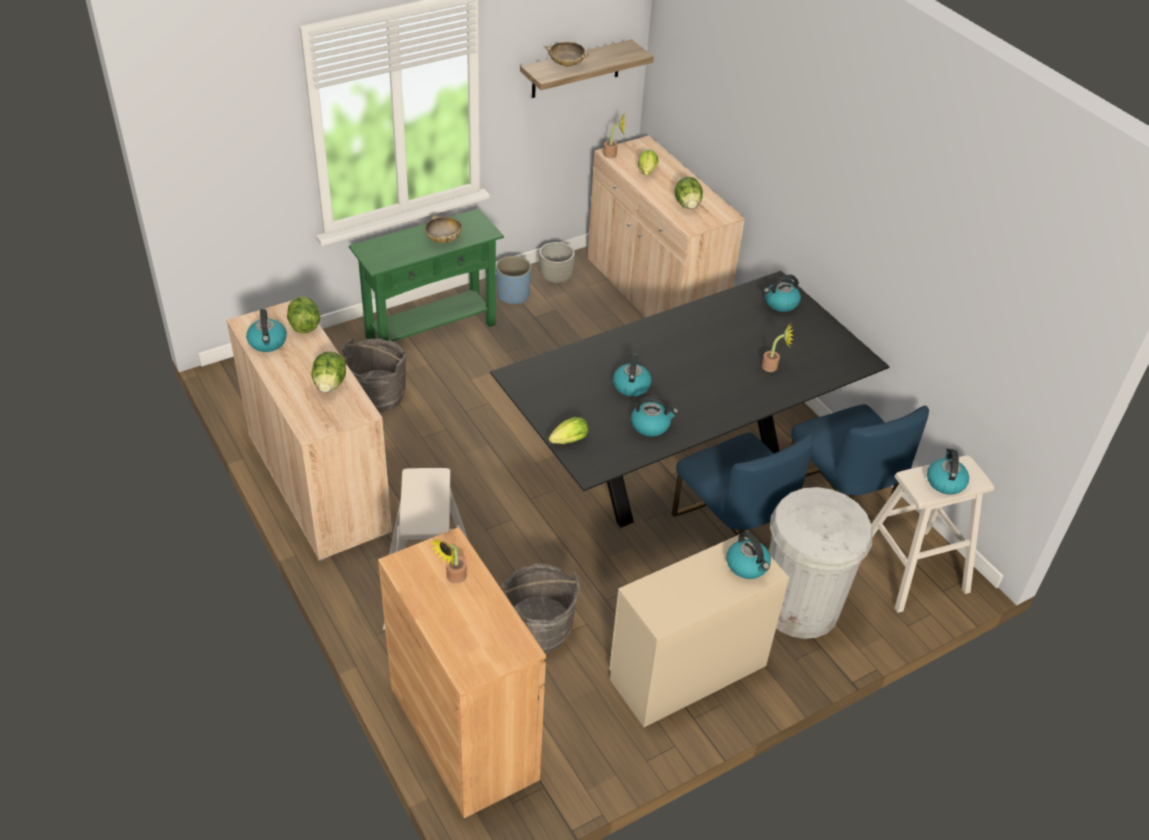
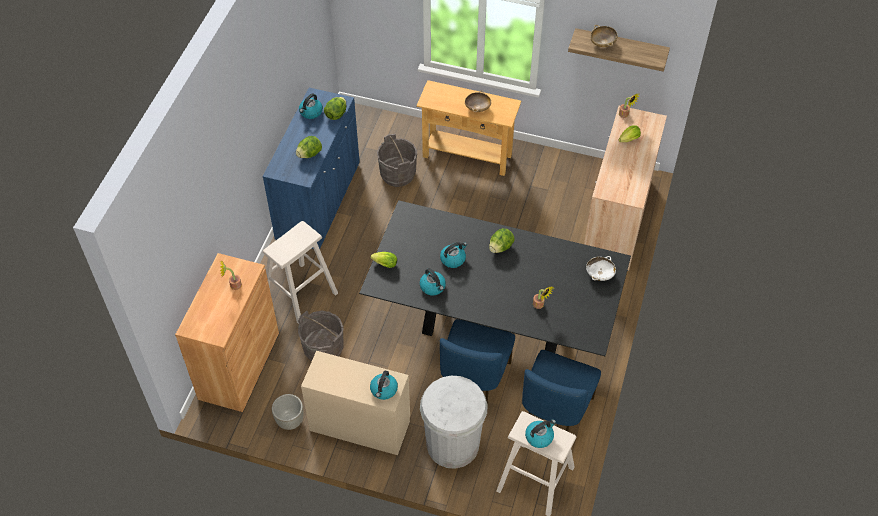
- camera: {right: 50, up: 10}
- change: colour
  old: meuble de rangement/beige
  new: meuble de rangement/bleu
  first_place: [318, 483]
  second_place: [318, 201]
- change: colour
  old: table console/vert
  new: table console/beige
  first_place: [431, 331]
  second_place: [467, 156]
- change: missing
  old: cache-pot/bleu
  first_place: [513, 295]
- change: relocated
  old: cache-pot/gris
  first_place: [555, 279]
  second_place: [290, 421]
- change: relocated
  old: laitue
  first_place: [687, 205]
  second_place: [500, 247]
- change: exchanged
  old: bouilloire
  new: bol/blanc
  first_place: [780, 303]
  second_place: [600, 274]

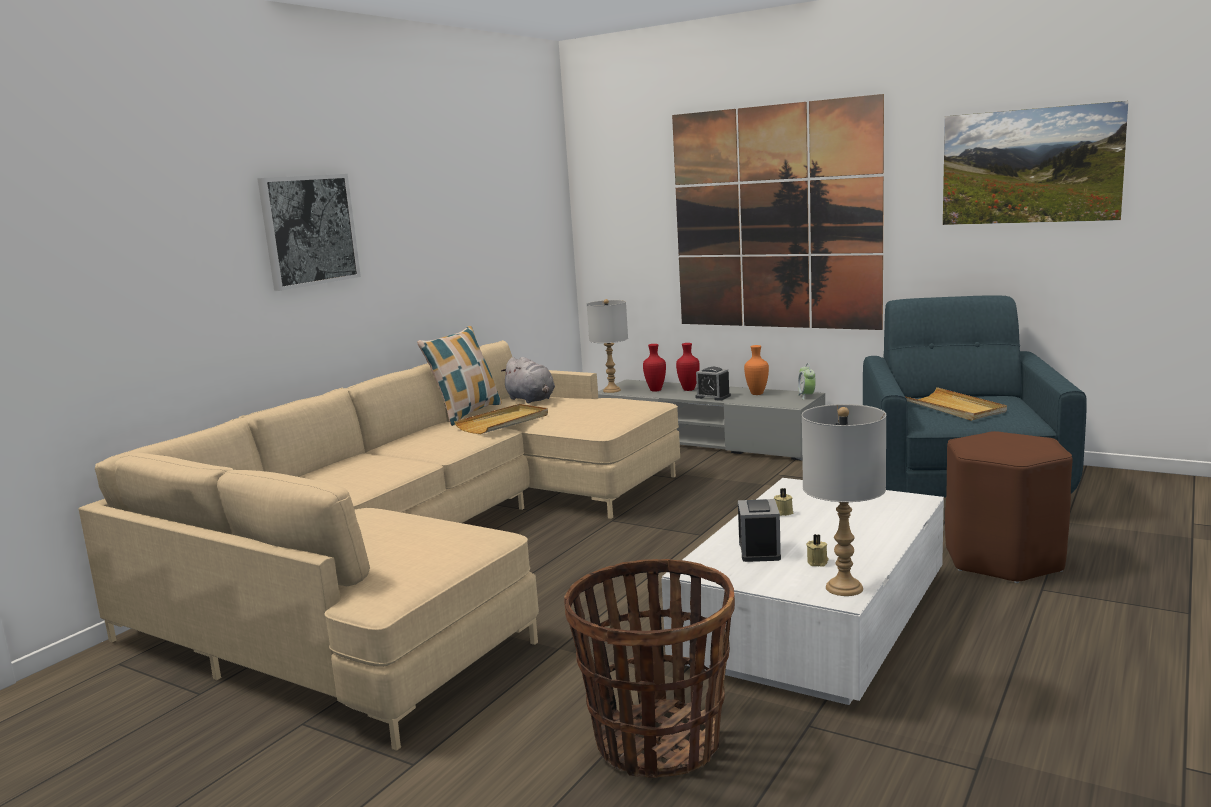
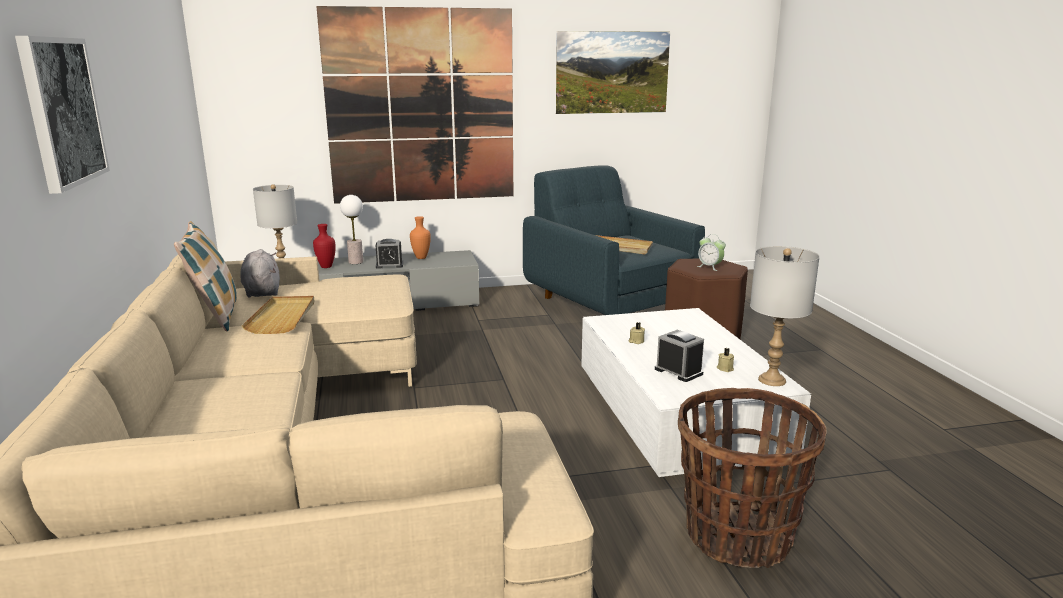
- camera: {right: -45, up: 5}
- change: spun
  old: peluche/gris
  first_place: [531, 399]
  second_place: [262, 291]
  degrees: -120
- change: exchanged
  old: vase/rouge
  new: lampe de table
  first_place: [688, 389]
  second_place: [355, 262]
- change: relocated
  old: réveil
  first_place: [806, 396]
  second_place: [710, 267]

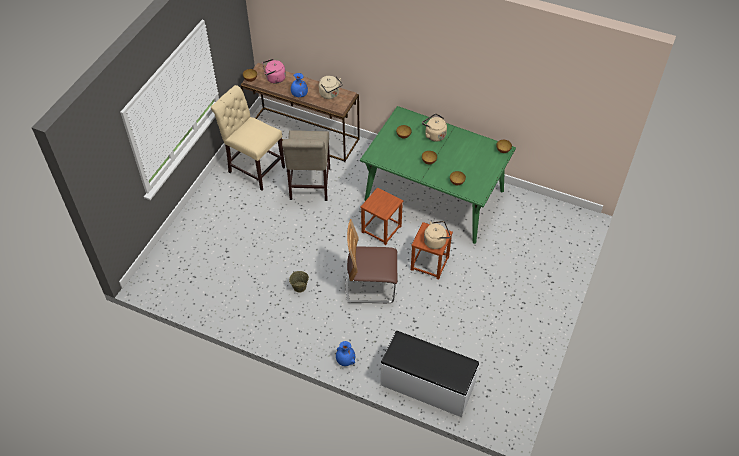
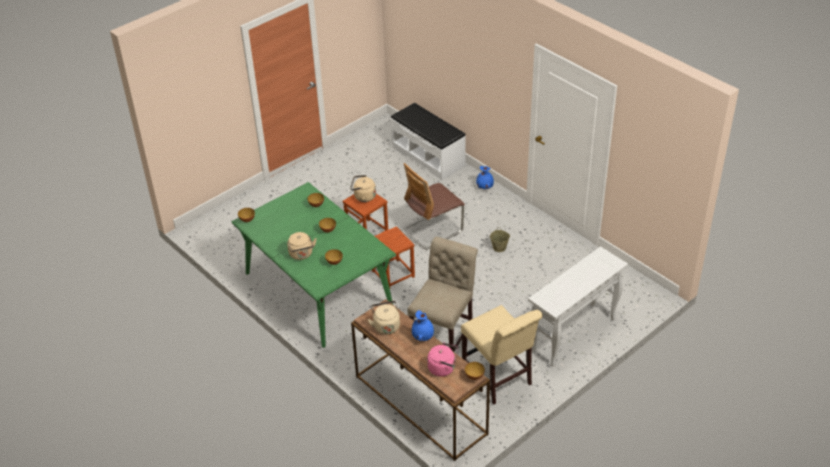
- camera: {right: -155, up: -10}
- change: spun
  old: chaise
  first_place: [371, 286]
  second_place: [433, 230]
  degrees: 120
- change: appeared
  new: table console/blanc
  second_place: [573, 335]

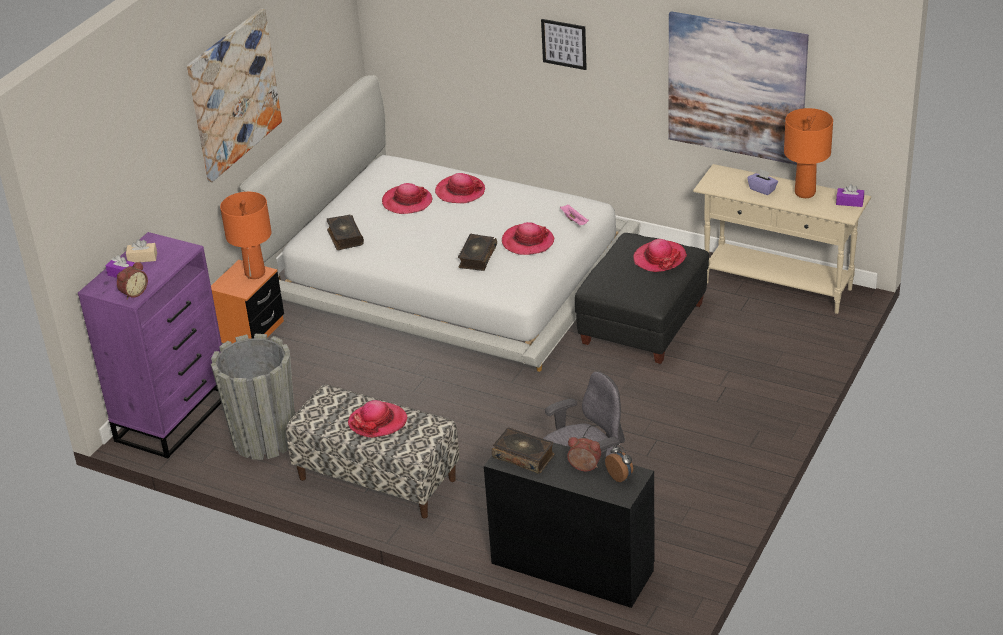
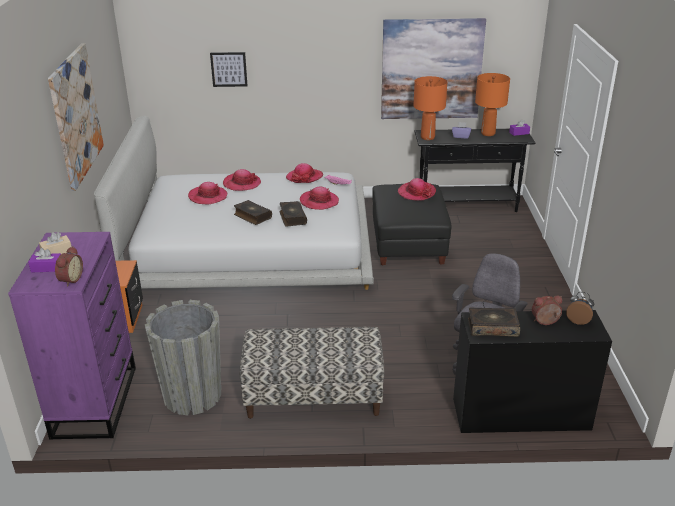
- camera: {right: -30, up: -5}
- change: relocated
  old: lampe de table/orange
  first_place: [255, 273]
  second_place: [427, 137]
- change: relocated
  old: livre
  first_place: [344, 237]
  second_place: [252, 216]
- change: relocated
  old: chapeau
  first_place: [378, 422]
  second_place: [304, 177]
- change: relocated
  old: tableau
  first_place: [564, 44]
  second_place: [229, 69]
- change: colour
  old: table console/beige
  new: table console/noir
  first_place: [778, 286]
  second_place: [467, 205]

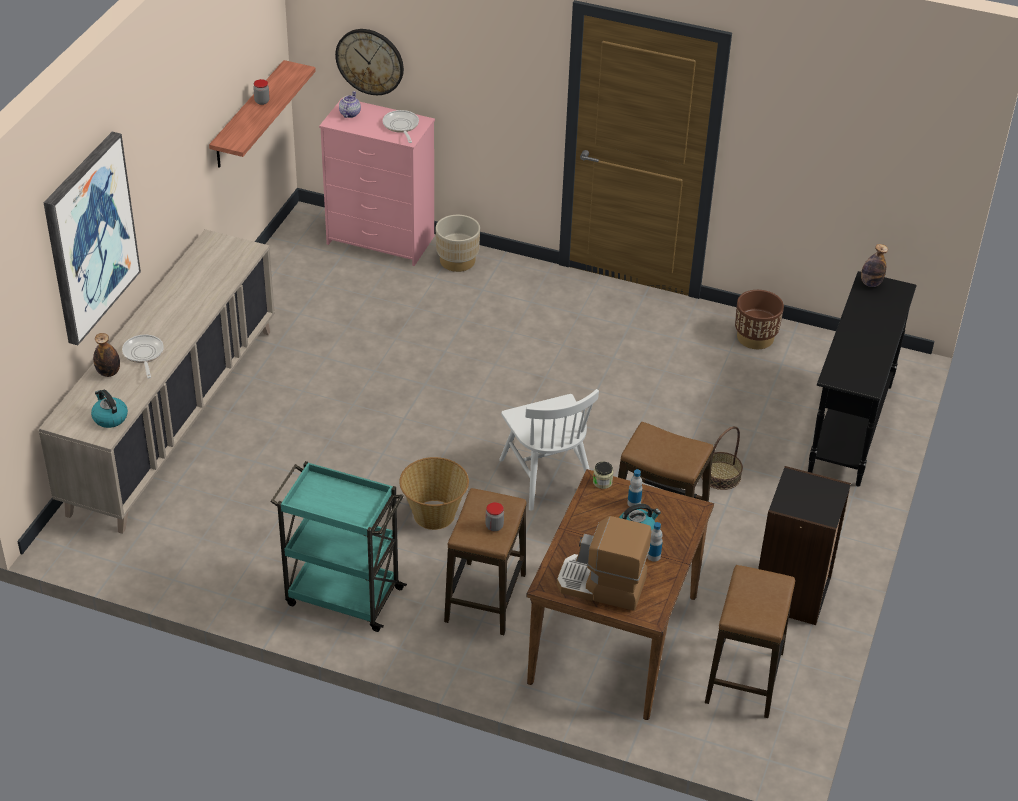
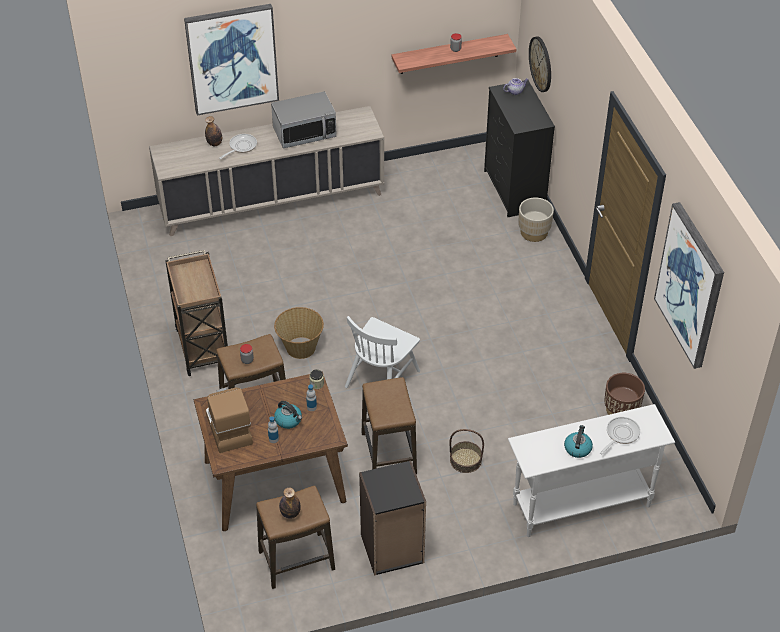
- camera: {right: 55, up: 5}
- change: relocated
  old: bouilloire
  first_place: [109, 418]
  second_place: [577, 448]
- change: colour
  old: chariot/turquoise
  new: chariot/marron
  first_place: [342, 596]
  second_place: [202, 346]
- change: colour
  old: commode/rose
  new: commode/noir
  first_place: [381, 240]
  second_place: [514, 190]
- change: relocated
  old: poêle
  first_place: [401, 126]
  second_place: [620, 434]
- change: colour
  old: table console/noir
  new: table console/blanc
  first_place: [849, 429]
  second_place: [580, 505]
- change: relocated
  old: bouteille
  first_place: [870, 283]
  second_place: [290, 513]
- change: appeared
  new: micro-ondes
  second_place: [304, 132]
- change: appeared
  new: tableau
  second_place: [691, 285]

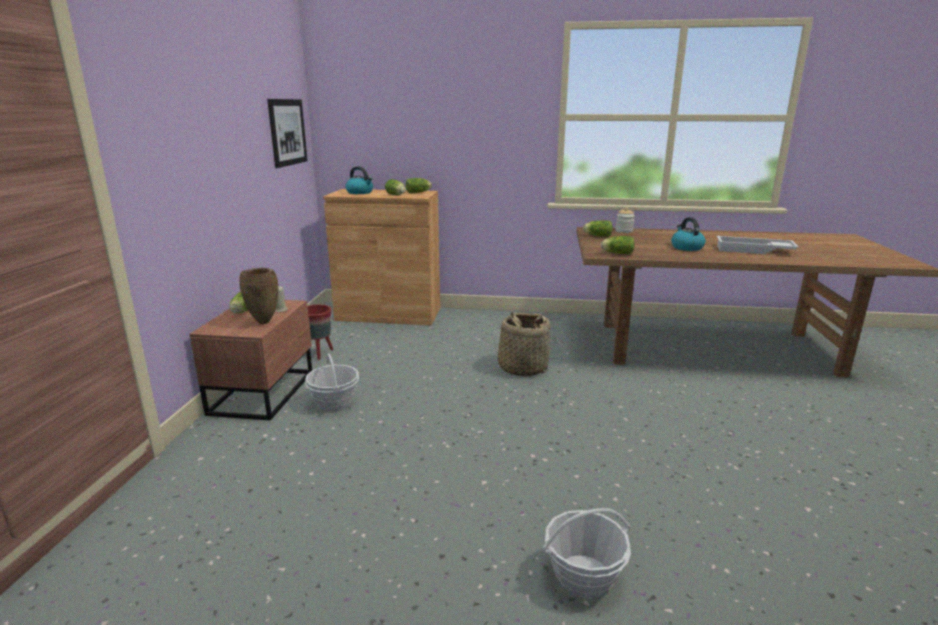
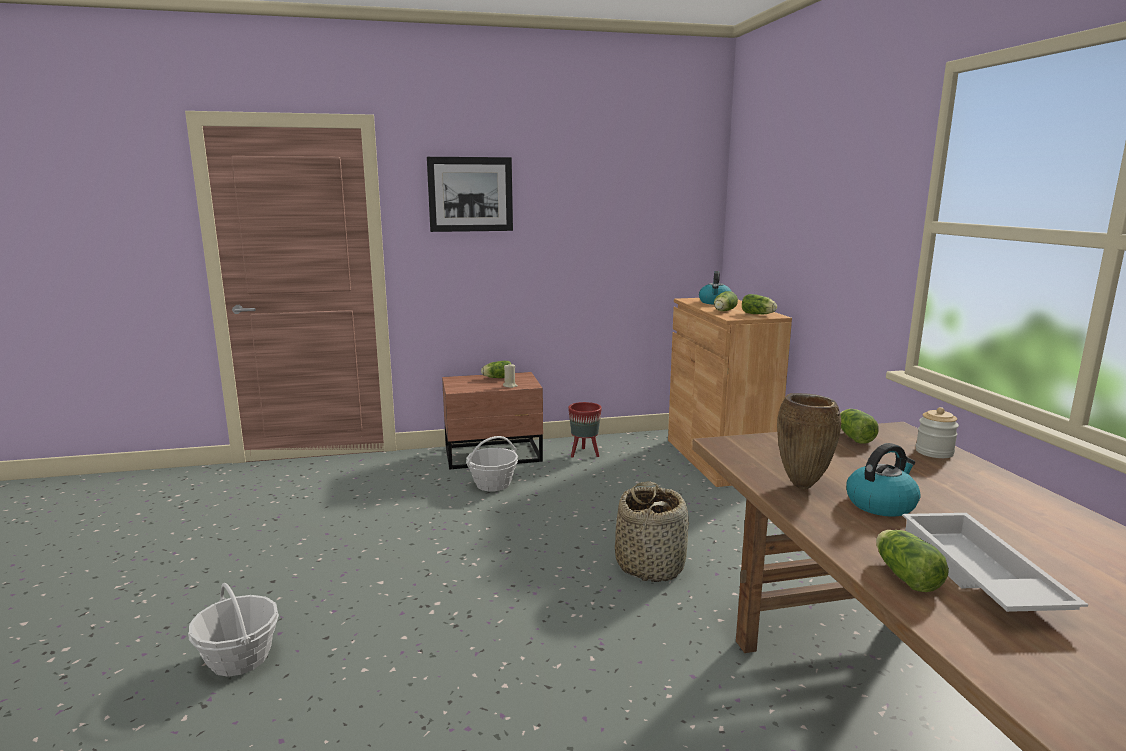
- camera: {right: 70, up: -5}
- change: relocated
  old: vase/marron
  first_place: [264, 322]
  second_place: [803, 486]
- change: relocated
  old: tableau
  first_place: [287, 132]
  second_place: [470, 194]
- change: relocated
  old: laitue
  first_place: [616, 253]
  second_place: [904, 575]

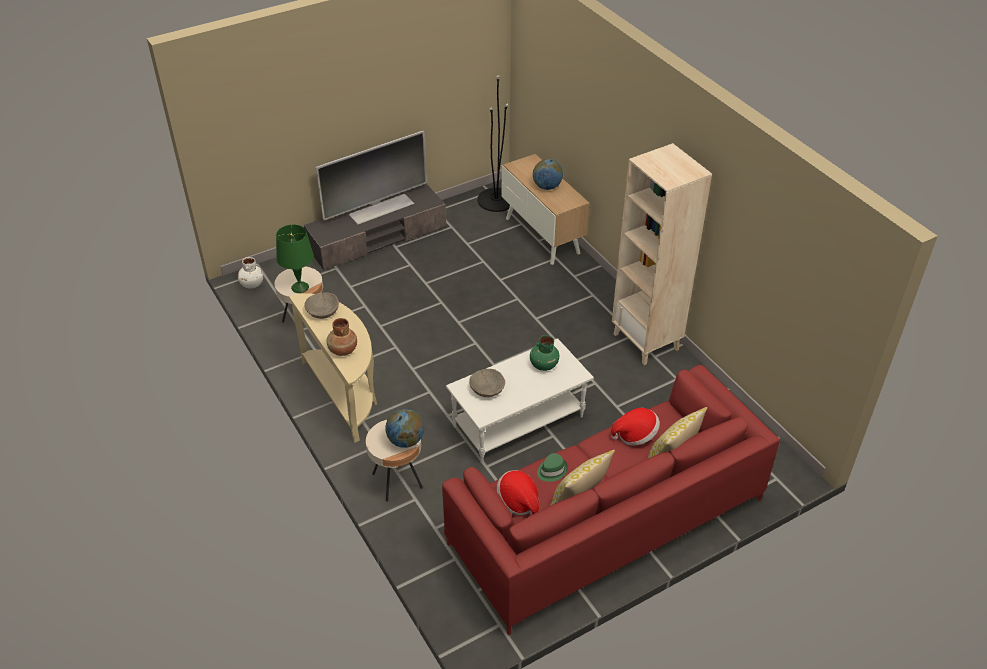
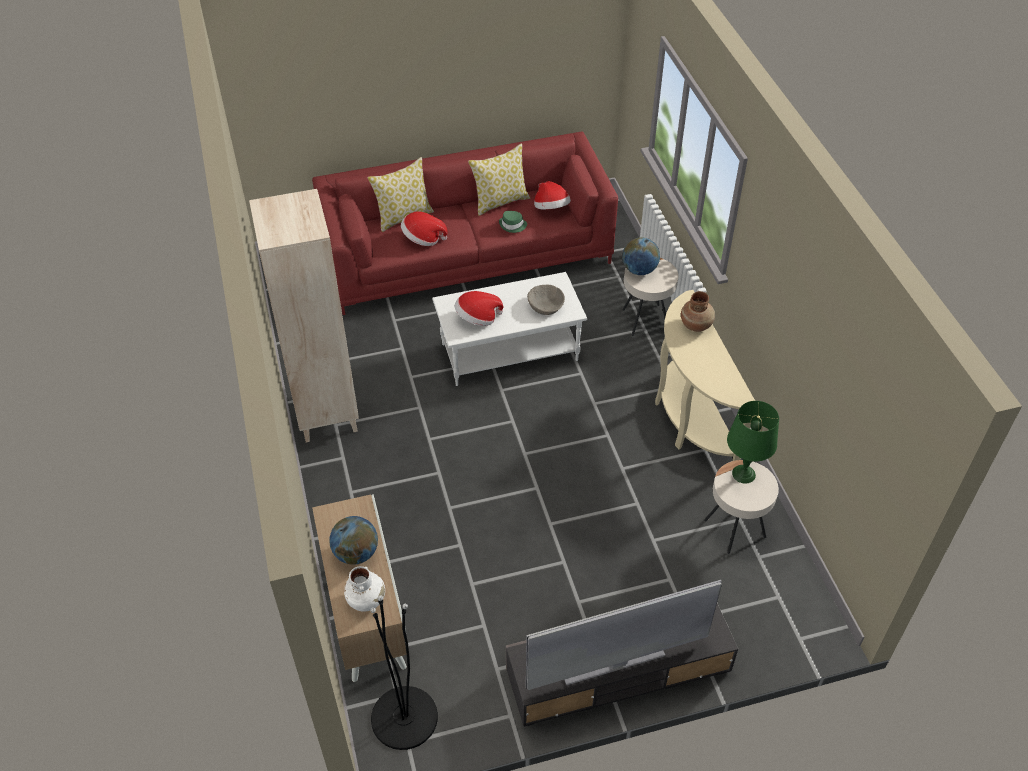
- camera: {right: -165, up: 5}
- change: relocated
  old: vase/blanc
  first_place: [252, 284]
  second_place: [366, 599]
- change: missing
  old: bol/beige
  first_place: [322, 311]
- change: exchanged
  old: vase/vert
  new: chapeau
  first_place: [543, 365]
  second_place: [477, 318]

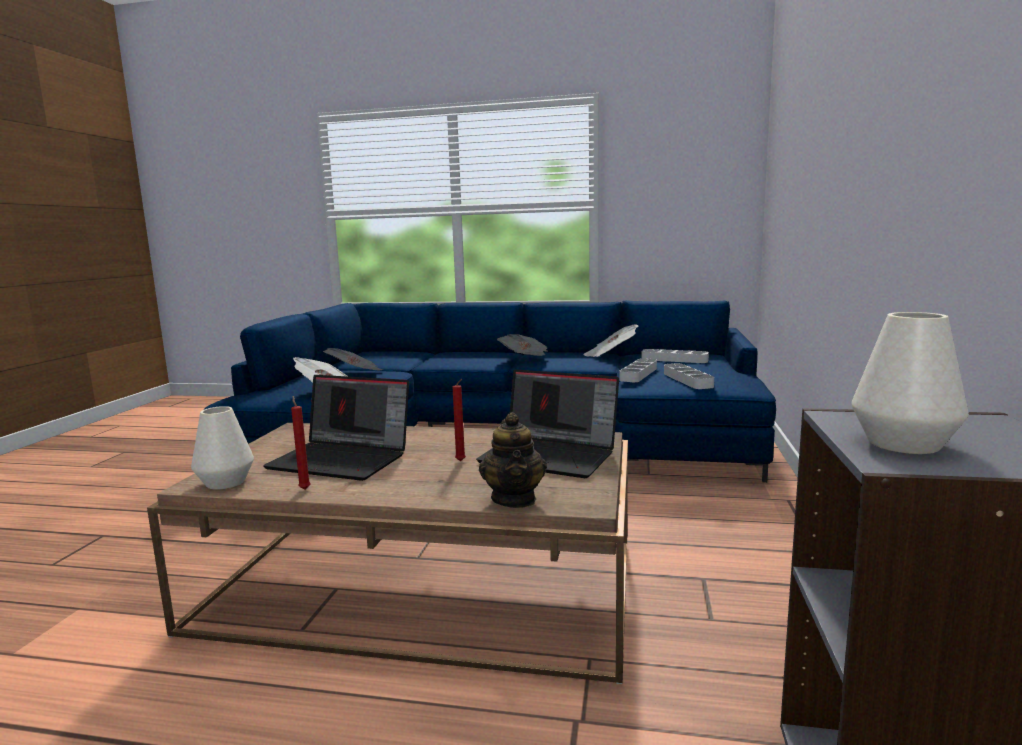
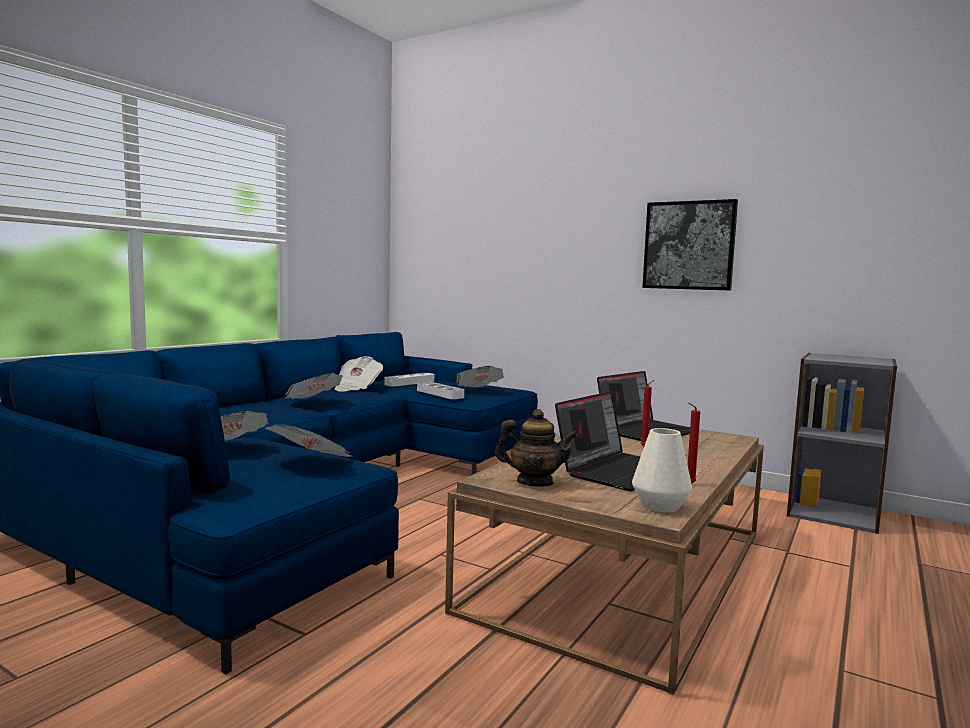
- camera: {right: -70, up: -5}
- change: relocated
  old: théière
  first_place: [514, 499]
  second_place: [534, 482]
- change: exchanged
  old: plateau/gris
  new: journal
  first_place: [687, 380]
  second_place: [479, 391]
- change: missing
  old: vase/blanc
  first_place: [903, 443]
- change: appeared
  new: tableau
  second_place: [689, 245]

